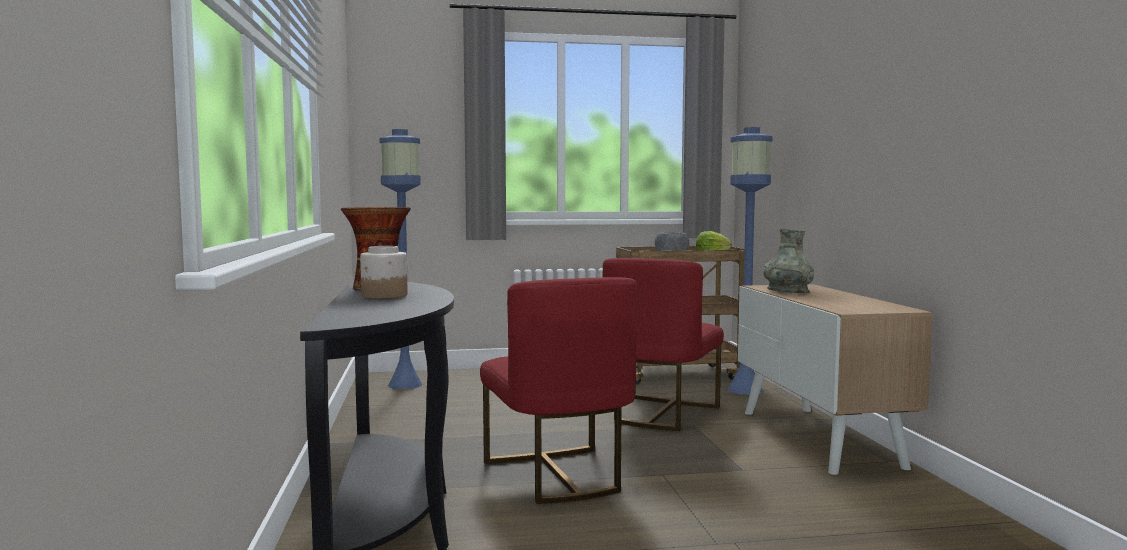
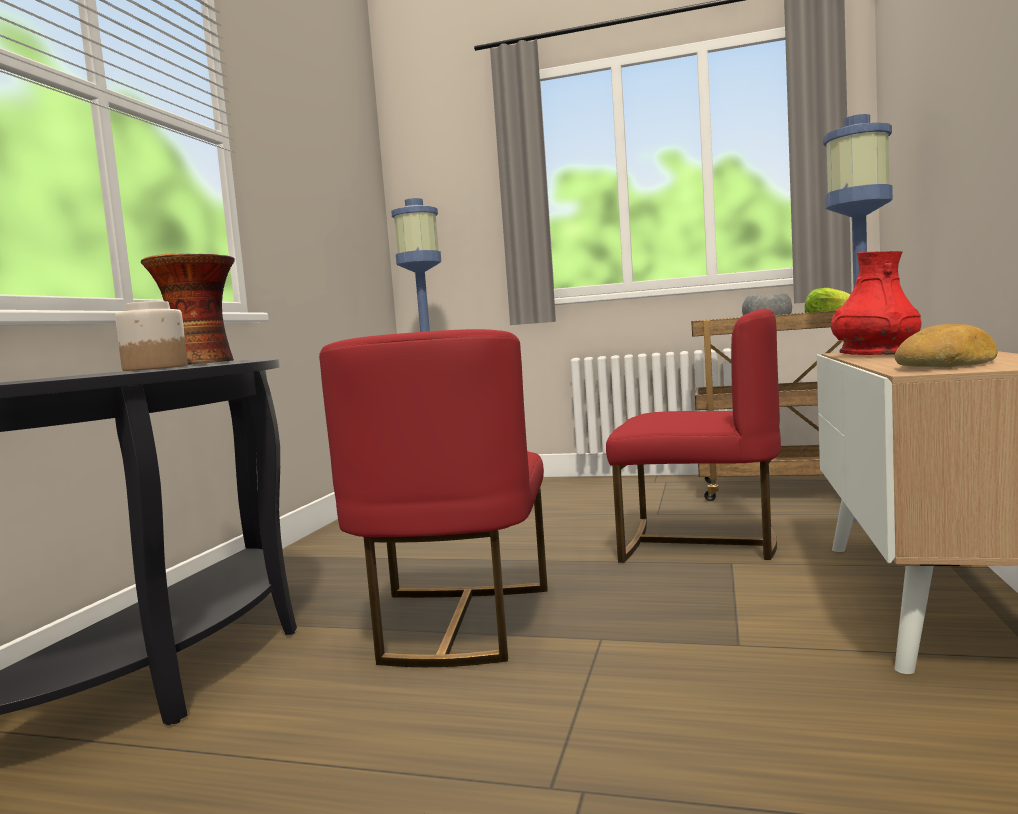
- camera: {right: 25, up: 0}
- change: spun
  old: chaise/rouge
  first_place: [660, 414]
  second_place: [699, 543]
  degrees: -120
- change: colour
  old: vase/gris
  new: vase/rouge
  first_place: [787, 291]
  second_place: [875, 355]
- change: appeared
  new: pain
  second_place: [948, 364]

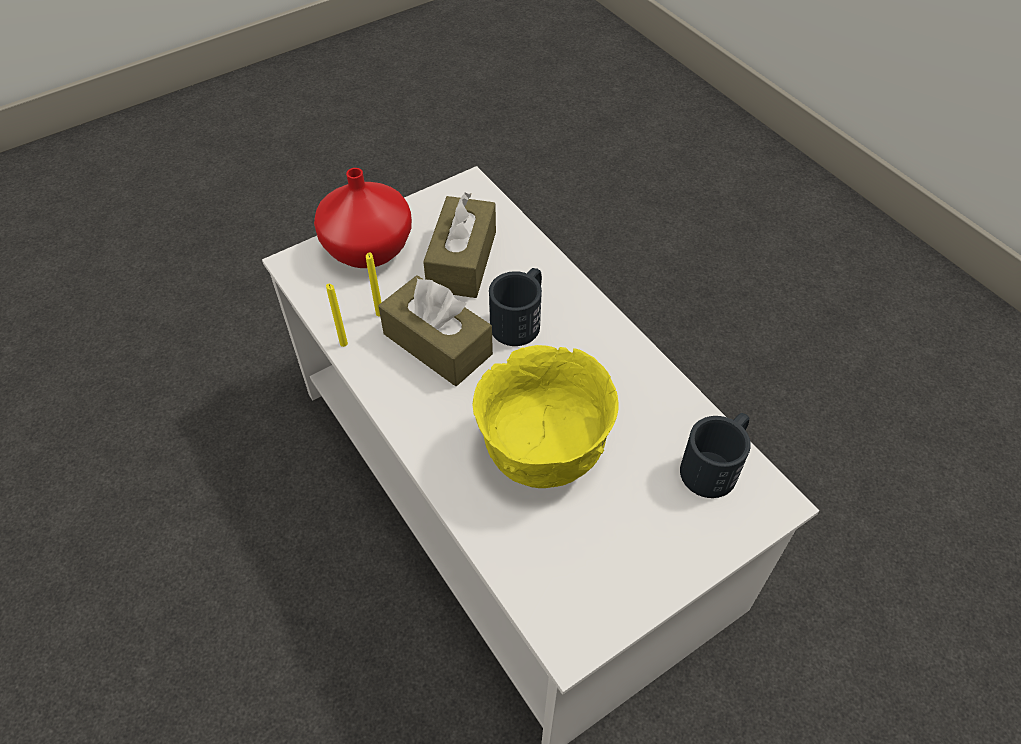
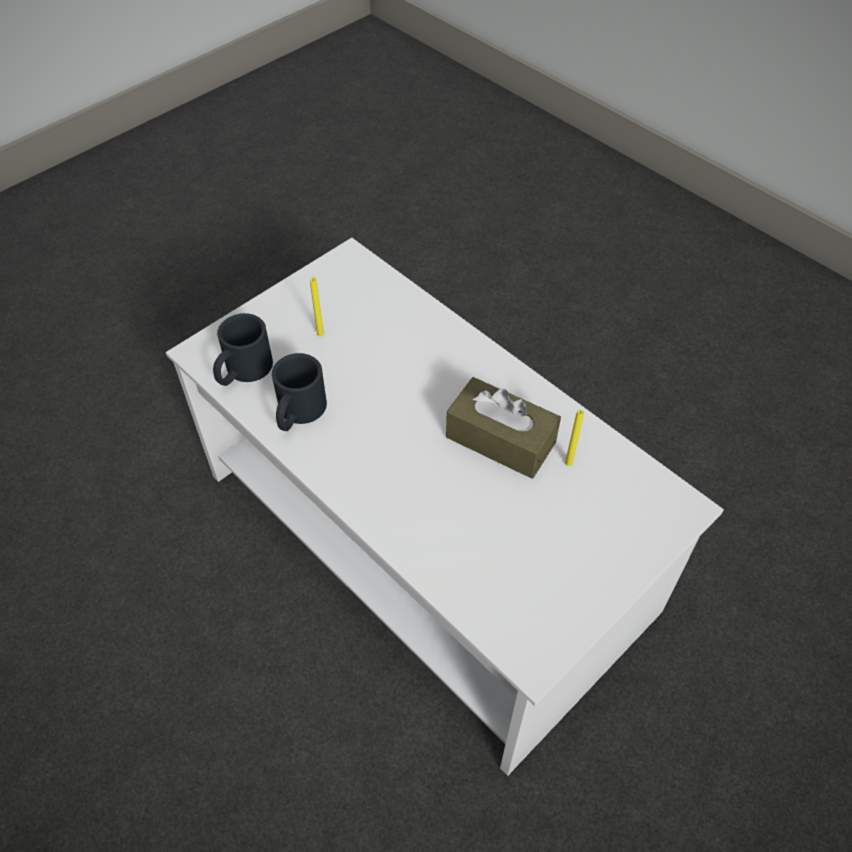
- camera: {right: 170, up: 0}
- change: missing
  old: vase/rouge
  first_place: [366, 250]
- change: relocated
  old: bougie/jaune
  first_place: [343, 343]
  second_place: [320, 333]
- change: missing
  old: boîte à mouchoirs/marron
  first_place: [462, 261]
- change: missing
  old: bol/jaune
  first_place: [543, 452]
- change: relocated
  old: mug/noir
  first_place: [520, 319]
  second_place: [298, 413]

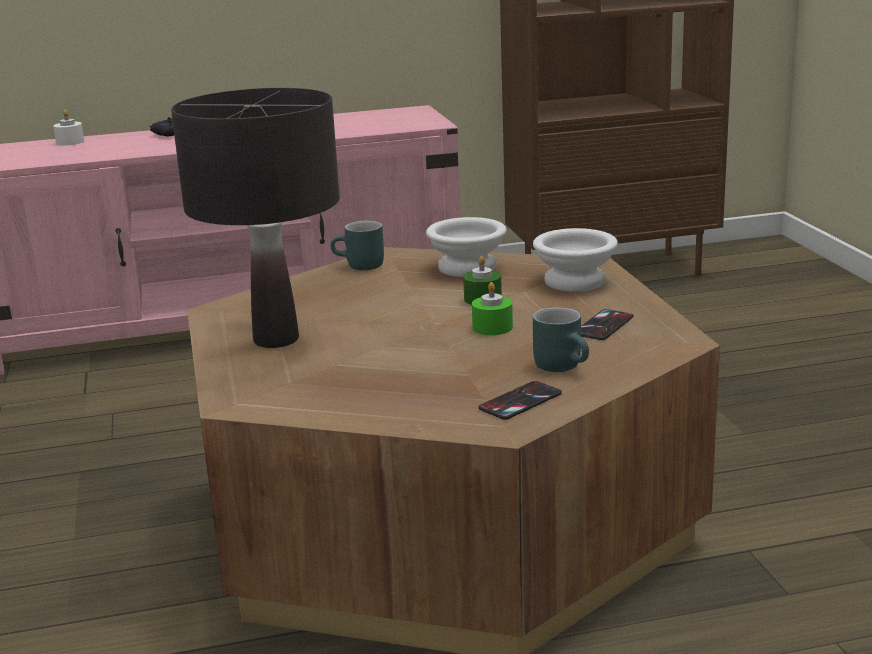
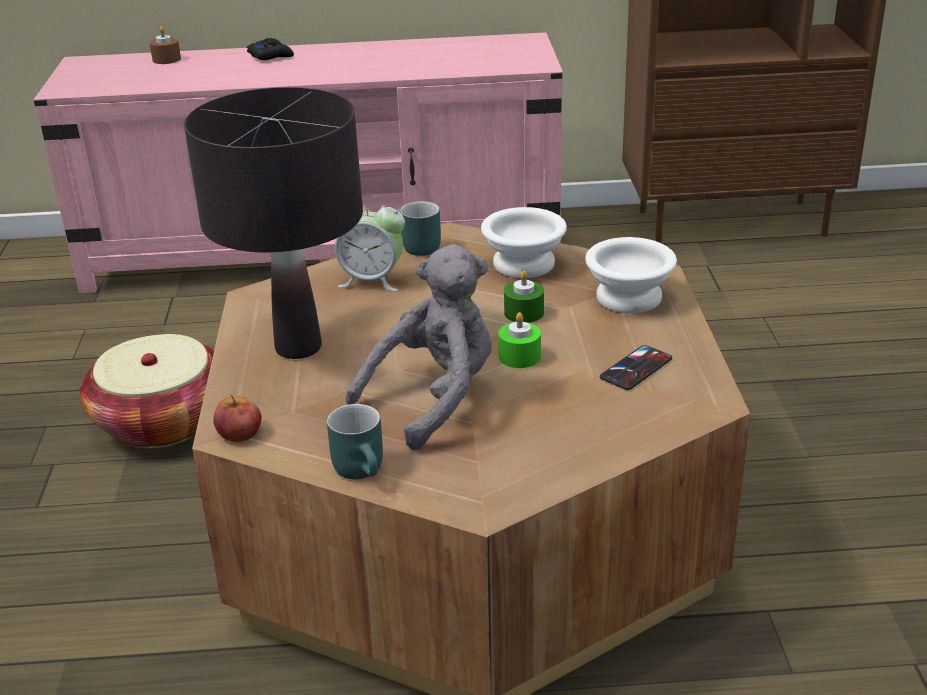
- camera: {right: 10, up: 10}
- change: colour
  old: bougie/blanc
  new: bougie/marron
  first_place: [70, 142]
  second_place: [166, 59]
- change: missing
  old: téléphone
  first_place: [520, 401]
- change: relocated
  old: mug/turquoise
  first_place: [564, 366]
  second_place: [364, 470]
- change: appeared
  new: panier
  second_place: [162, 421]
- change: appeared
  new: pomme
  second_place: [239, 433]
- change: appeared
  new: réveil
  second_place: [371, 280]
- change: appeared
  new: peluche/gris
  second_place: [435, 399]

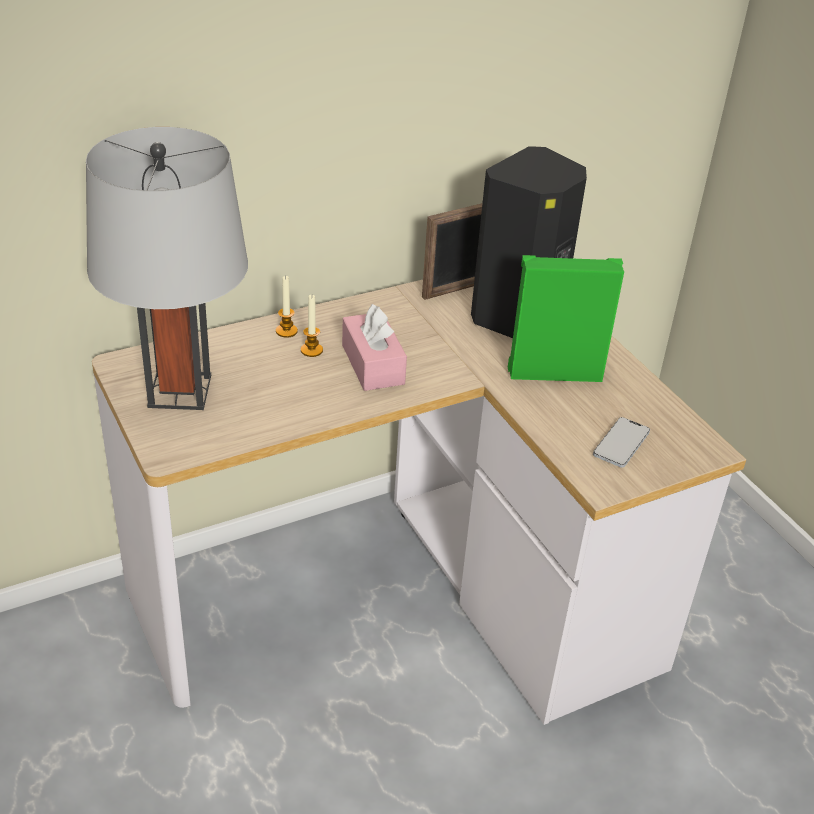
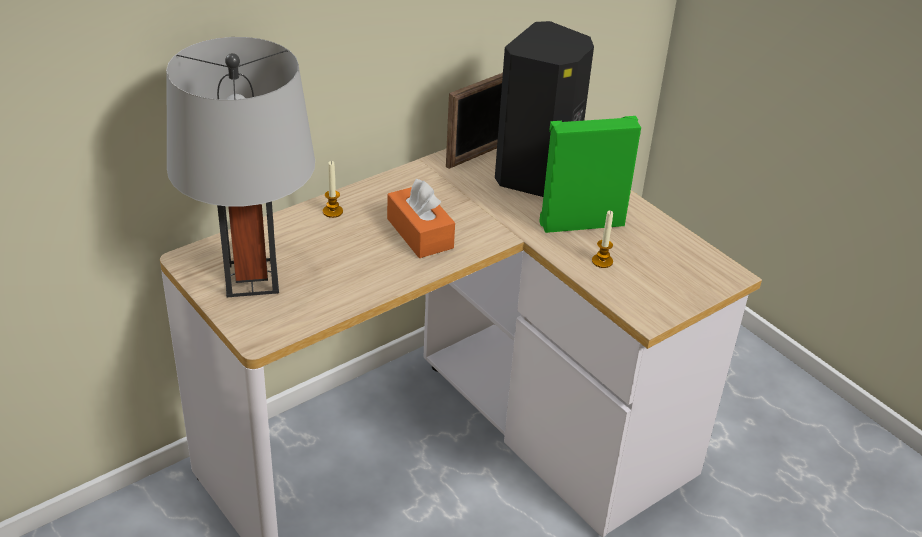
- camera: {right: -10, up: 0}
- change: relocated
  old: bougie
  first_place: [311, 350]
  second_place: [602, 261]
- change: colour
  old: boîte à mouchoirs/rose
  new: boîte à mouchoirs/orange
  first_place: [373, 364]
  second_place: [420, 233]
- change: missing
  old: téléphone
  first_place: [621, 443]

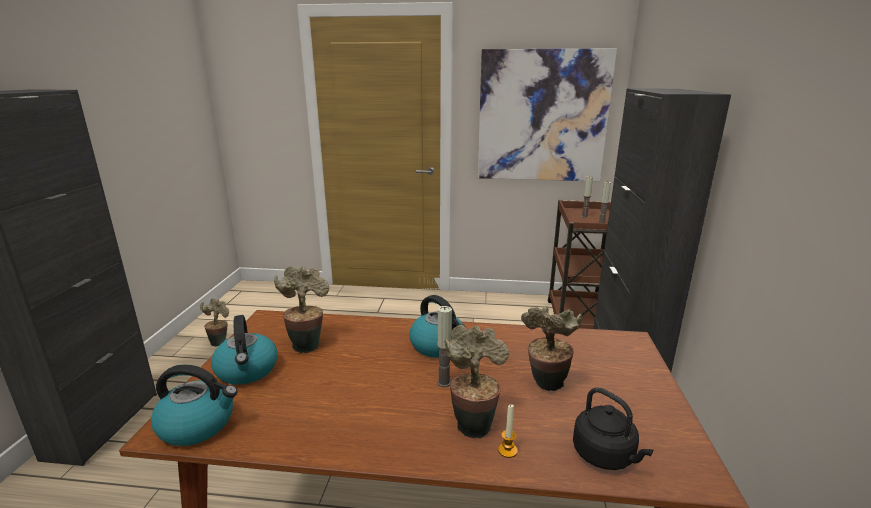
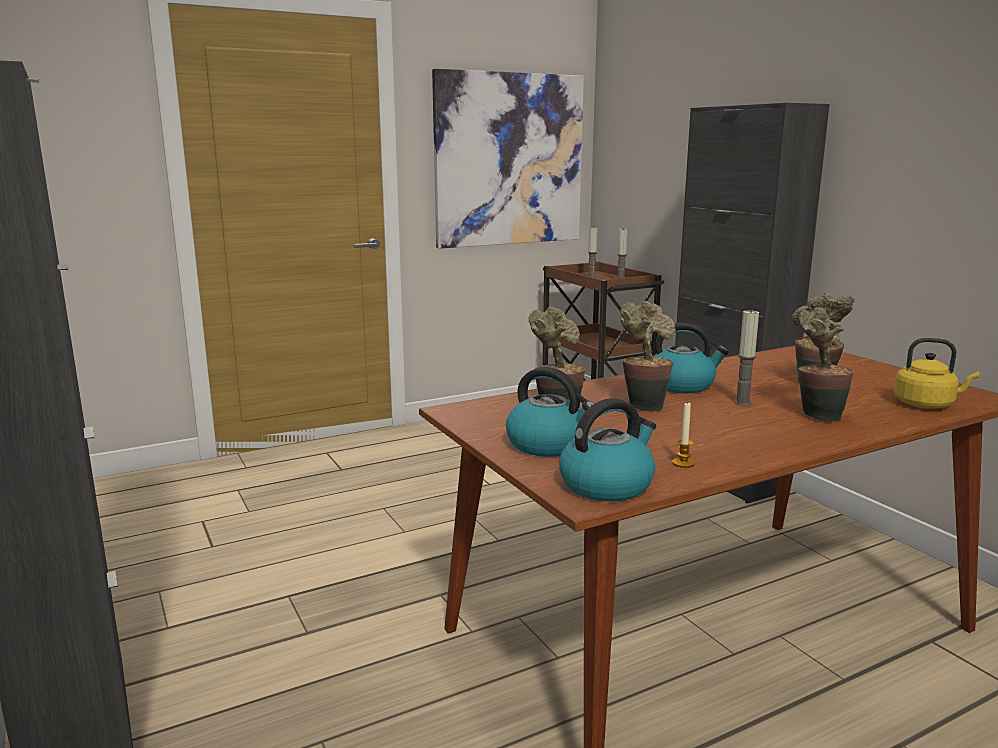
- camera: {right: -35, up: -5}
- change: relocated
  old: plante en pot
  first_place: [219, 341]
  second_place: [644, 405]
- change: relocated
  old: bougie
  first_place: [507, 450]
  second_place: [683, 463]
- change: colour
  old: bouilloire/noir
  new: bouilloire/jaune
  first_place: [606, 456]
  second_place: [926, 404]

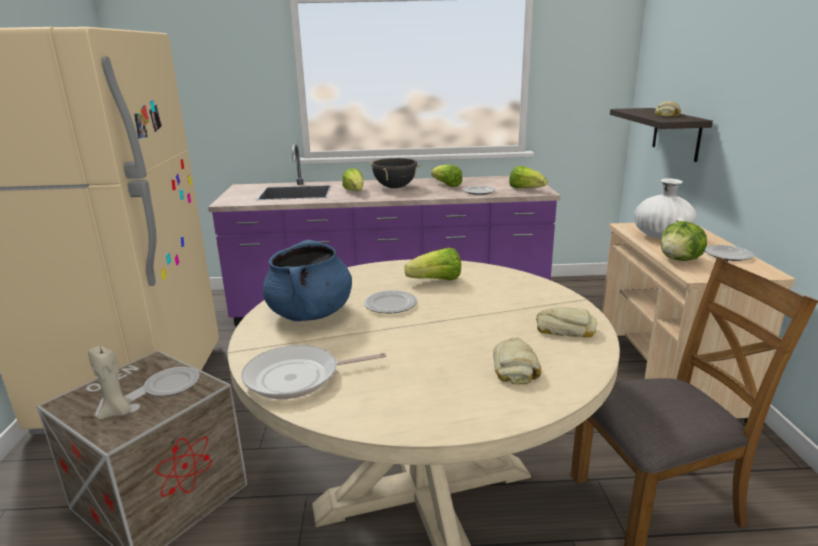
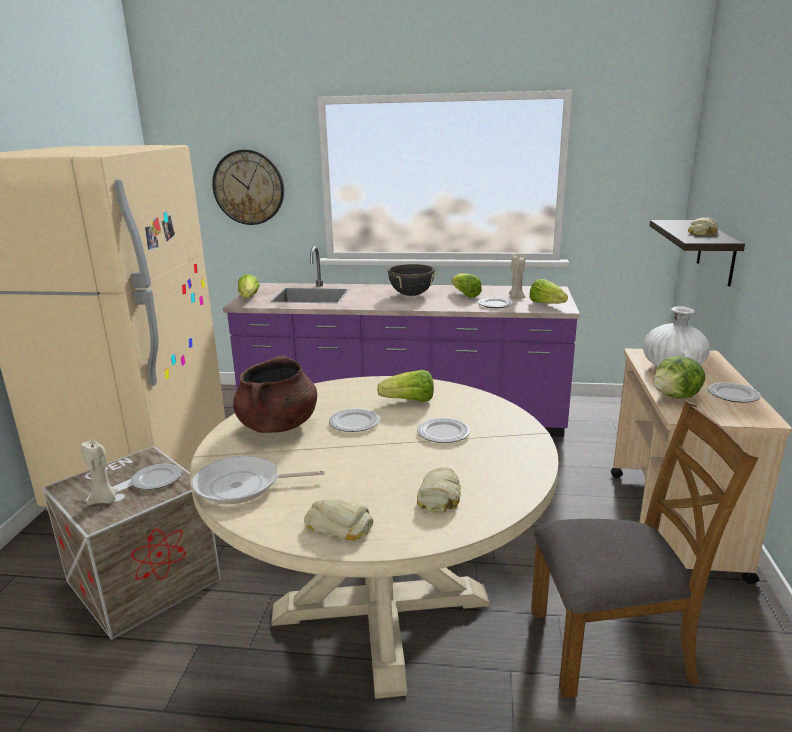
- camera: {right: 10, up: 0}
- change: colour
  old: marmite/bleu
  new: marmite/marron
  first_place: [310, 313]
  second_place: [278, 425]
- change: relocated
  old: laitue
  first_place: [355, 191]
  second_place: [249, 298]
- change: relocated
  old: pain
  first_place: [565, 329]
  second_place: [339, 525]
- change: appeared
  new: horloge murale
  second_place: [248, 187]
- change: appeared
  new: assiette
  second_place: [444, 433]
- change: appeared
  new: bougie/beige
  second_place: [516, 297]

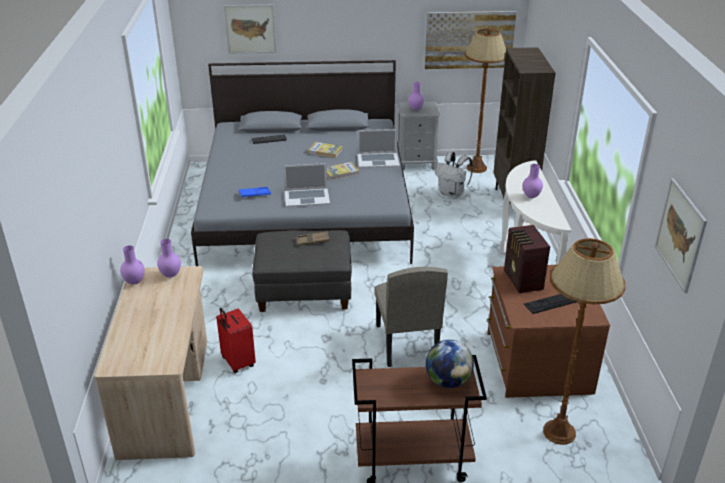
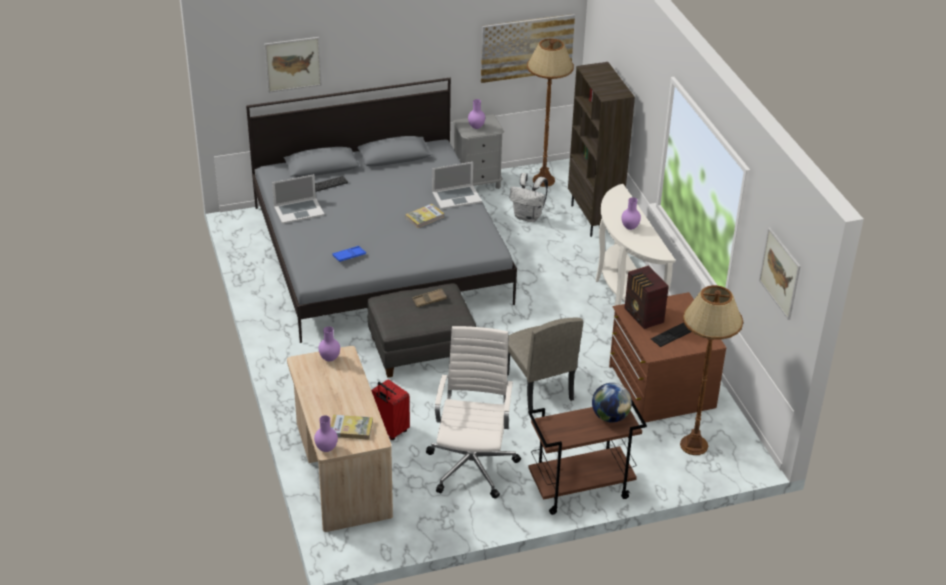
- camera: {right: -15, up: 5}
- change: relocated
  old: vase/violet
  first_place: [134, 282]
  second_place: [326, 448]
- change: relocated
  old: ordinateur portable
  first_place: [307, 197]
  second_place: [298, 210]
- change: relocated
  old: livre
  first_place: [325, 151]
  second_place: [351, 429]
- change: appeared
  new: chaise de bureau/blanc
  second_place: [472, 464]

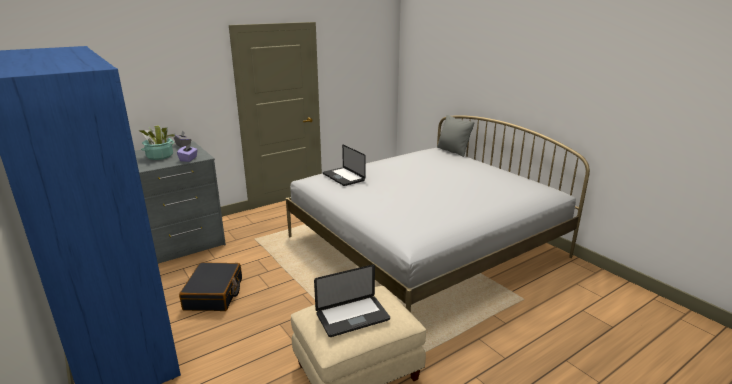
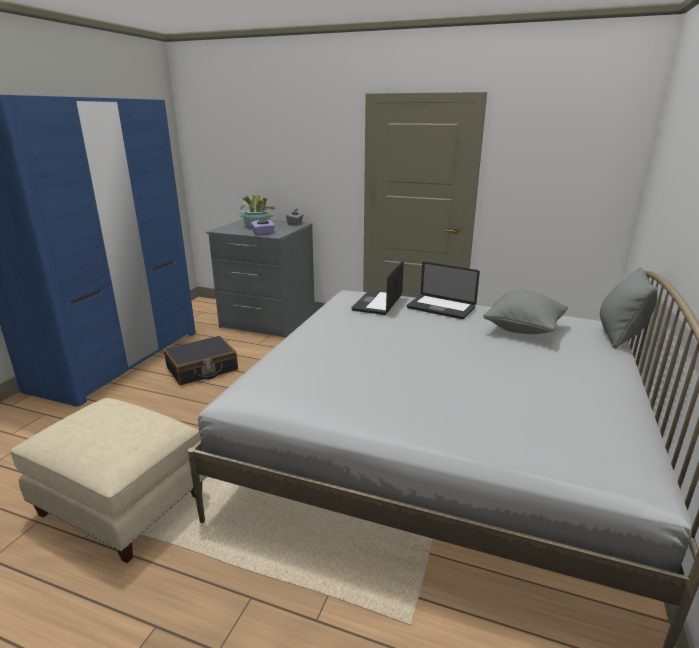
- camera: {right: 55, up: 0}
- change: relocated
  old: ordinateur portable
  first_place: [352, 317]
  second_place: [440, 308]
- change: appeared
  new: coussin/gris
  second_place: [523, 329]

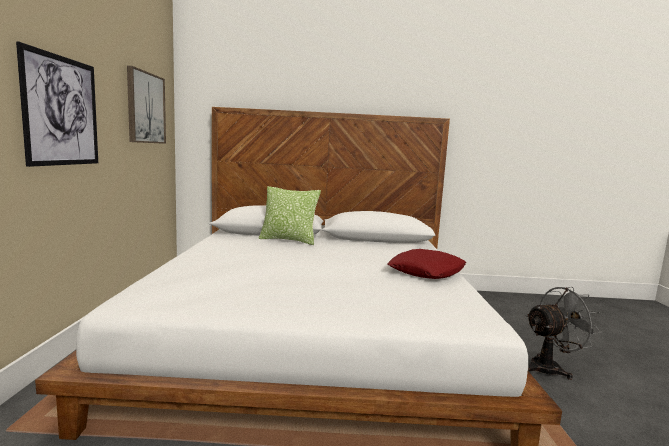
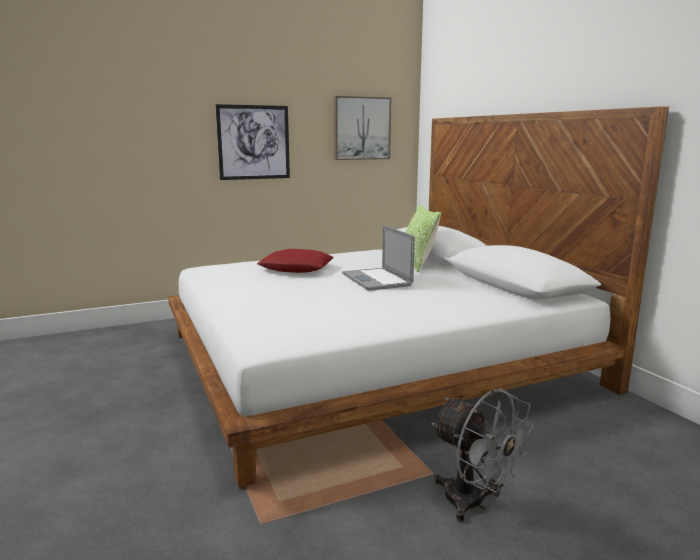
- camera: {right: 65, up: 5}
- change: relocated
  old: coussin/rouge
  first_place: [426, 271]
  second_place: [296, 268]
- change: appeared
  new: ordinateur portable
  second_place: [376, 279]

